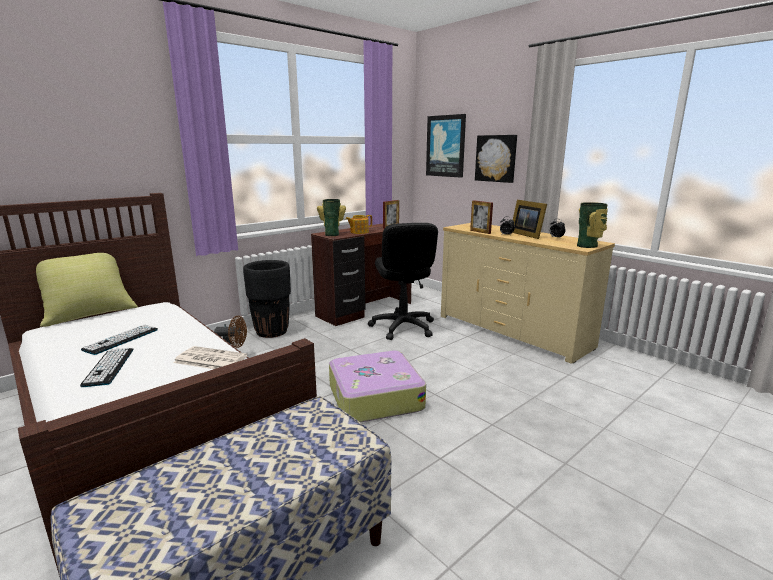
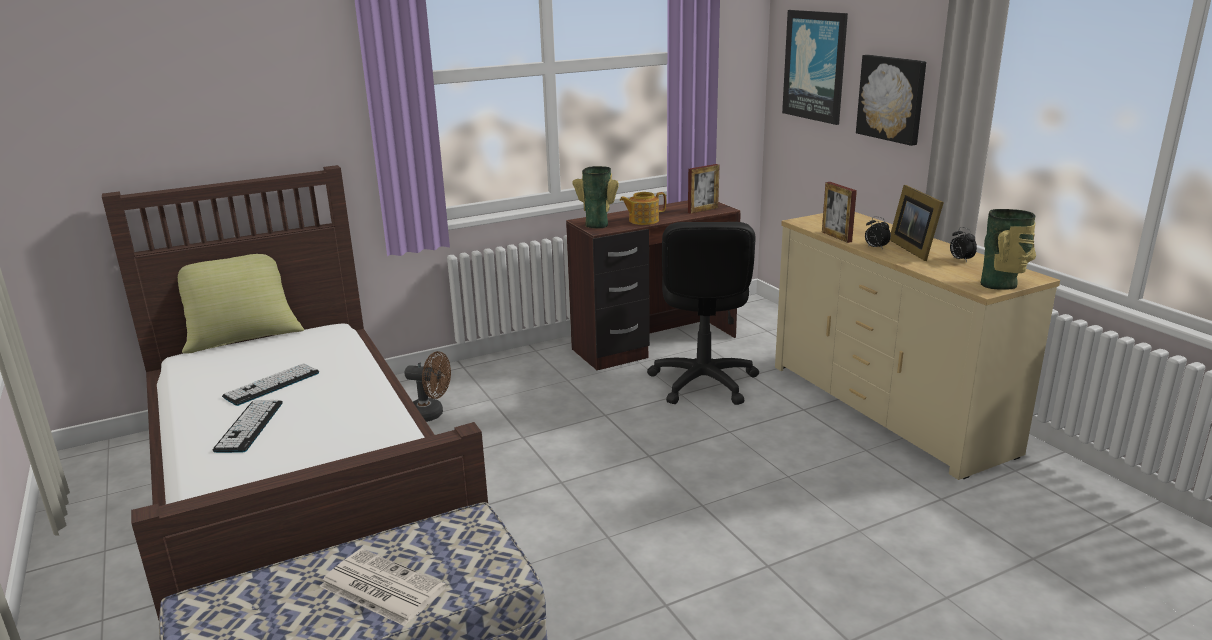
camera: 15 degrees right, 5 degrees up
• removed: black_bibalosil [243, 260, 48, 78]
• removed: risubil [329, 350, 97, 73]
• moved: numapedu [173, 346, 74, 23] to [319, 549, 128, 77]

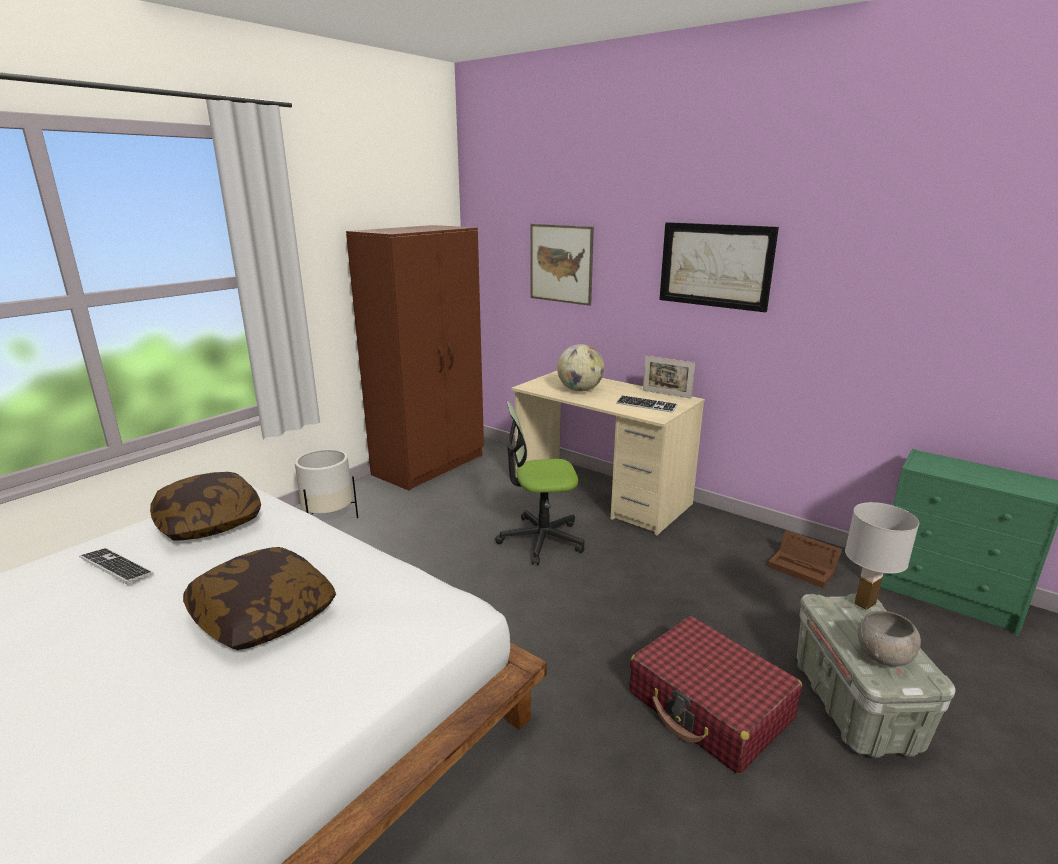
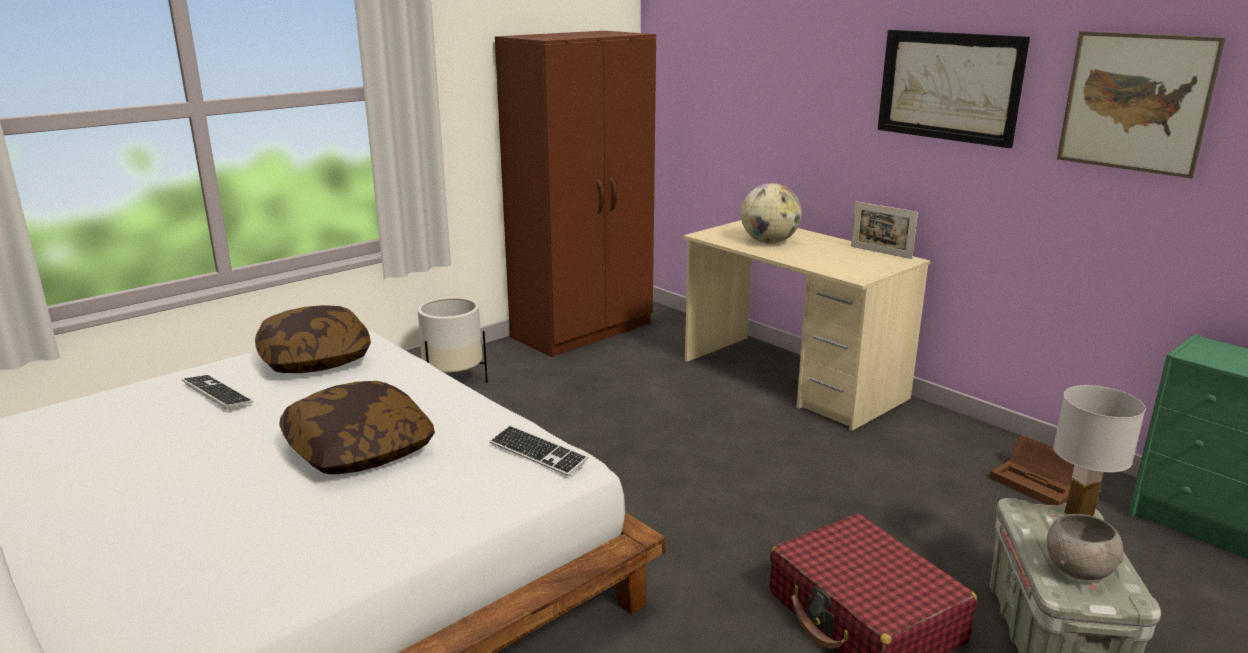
camera: 10 degrees right, 0 degrees up
• removed: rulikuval [495, 401, 90, 164]
• moved: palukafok [530, 224, 64, 82] to [1057, 31, 169, 147]
• moved: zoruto [616, 395, 62, 18] to [490, 425, 99, 51]

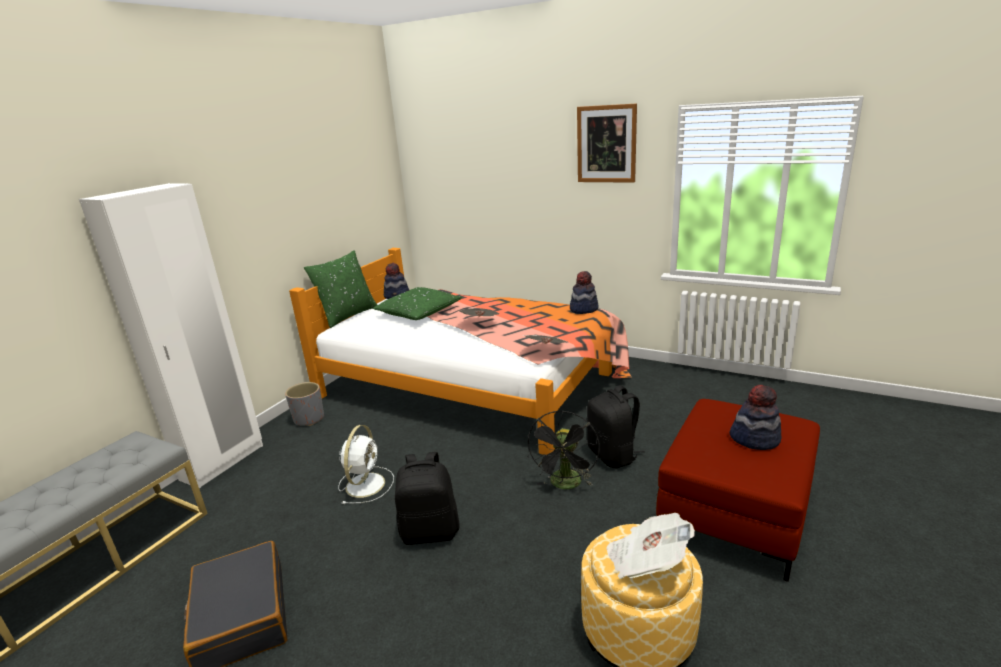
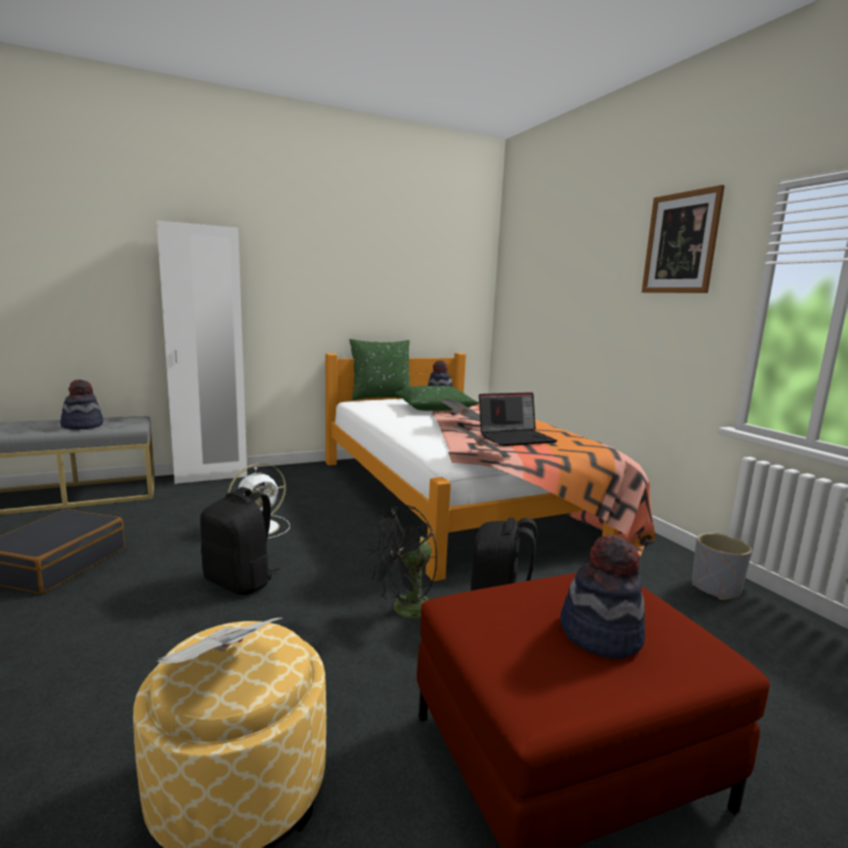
camera: 35 degrees right, 10 degrees down
• added: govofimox [479, 392, 79, 54]
• moved: grey_bibalosil [285, 382, 39, 44] to [692, 533, 60, 67]
• moved: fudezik [570, 271, 28, 43] to [60, 380, 43, 49]

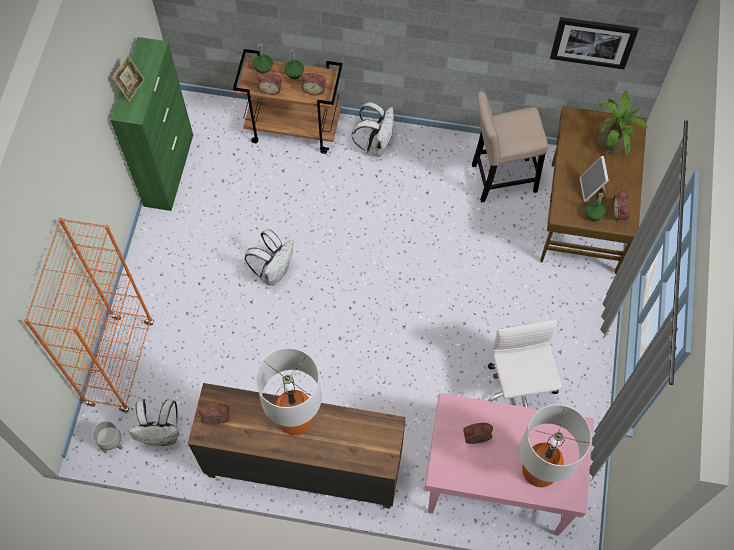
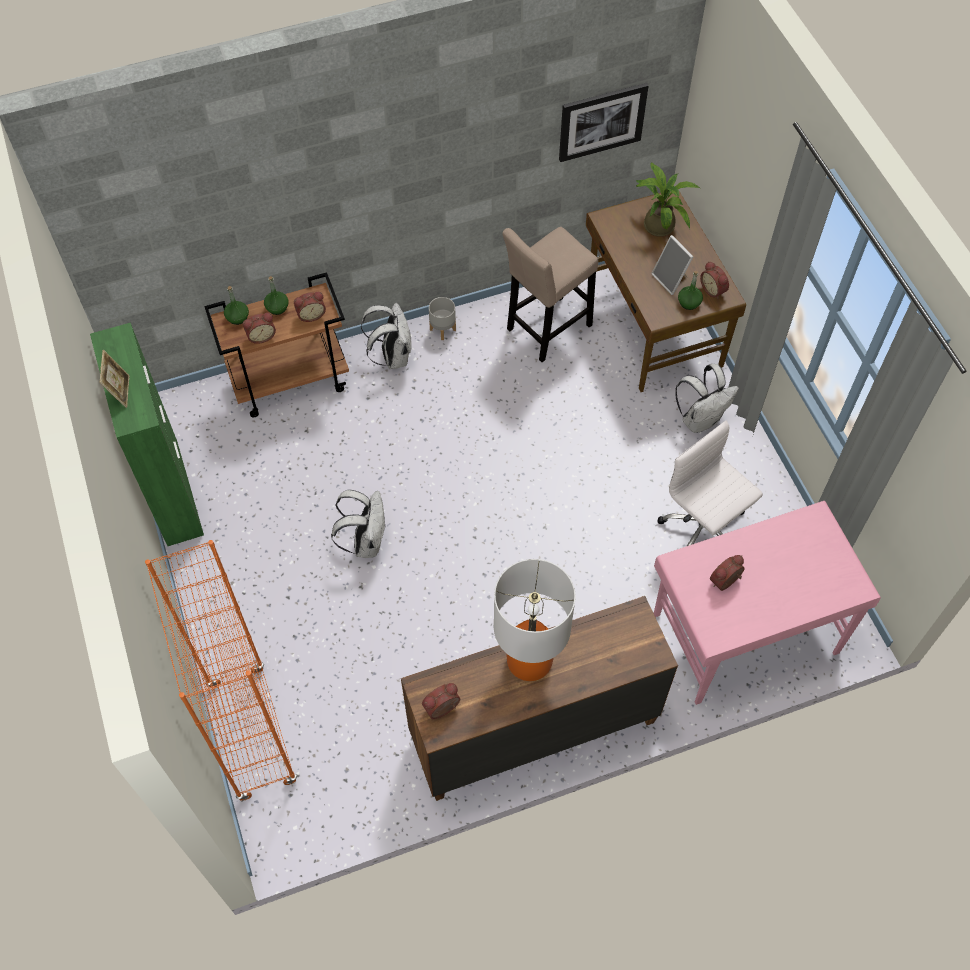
camera: 30 degrees left, 5 degrees down
• removed: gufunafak [520, 404, 72, 83]
• moved: grey_bibalosil [92, 421, 31, 32] to [429, 297, 27, 43]
• moved: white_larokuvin [129, 399, 50, 47] to [675, 364, 64, 69]

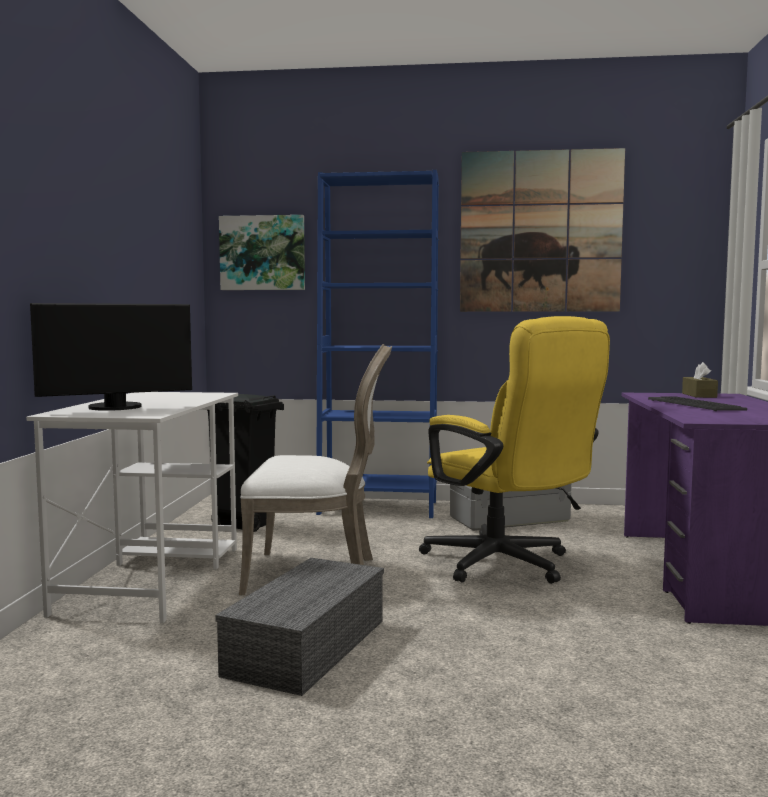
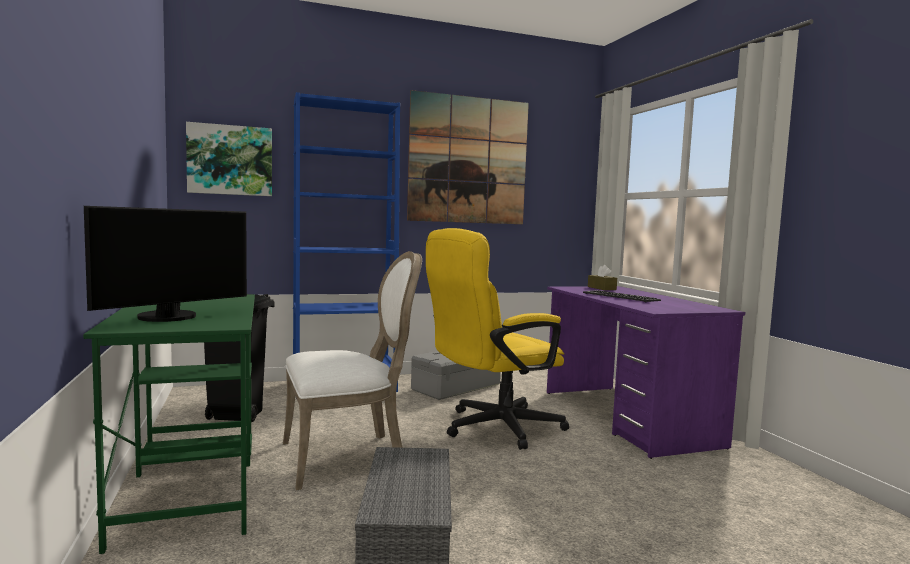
camera: 25 degrees left, 0 degrees up
• recoloured: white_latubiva [26, 392, 212, 231] to green_latubiva [83, 294, 172, 260]
• turned: yellow_rulikuval [419, 316, 191, 268] = [426, 228, 143, 222] 120 degrees clockwise

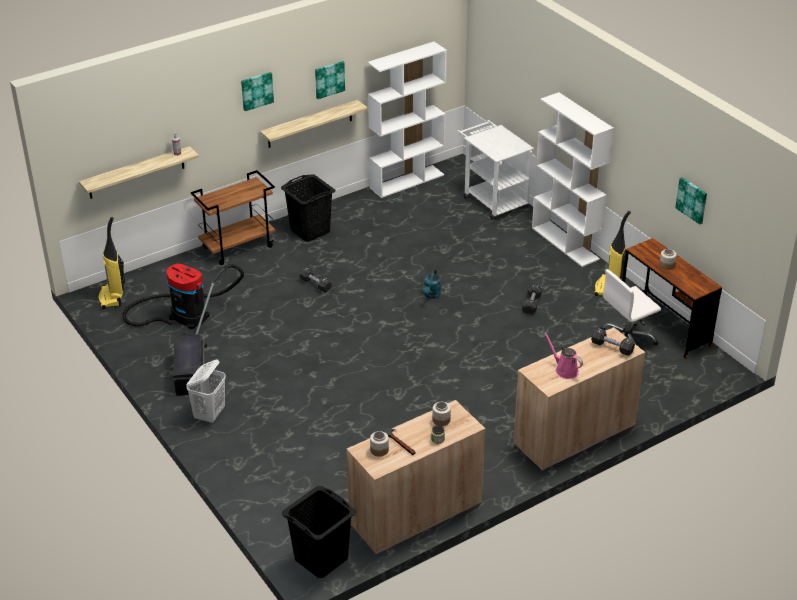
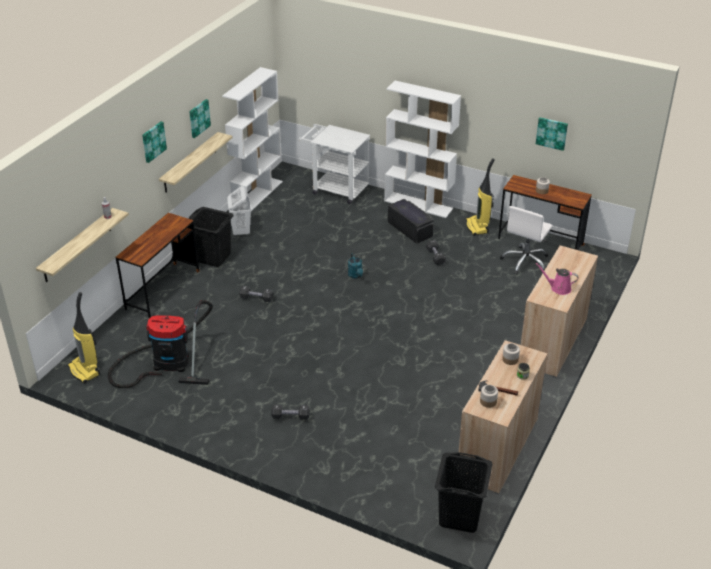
camera: 30 degrees left, 0 degrees up
• moved: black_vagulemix [173, 334, 31, 62] to [388, 199, 46, 45]
• moved: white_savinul [186, 360, 40, 63] to [227, 186, 24, 50]
• moved: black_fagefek [591, 328, 44, 28] to [271, 405, 39, 15]
• replaced: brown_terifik [191, 170, 84, 95] to brown_latubiva [116, 213, 84, 105]

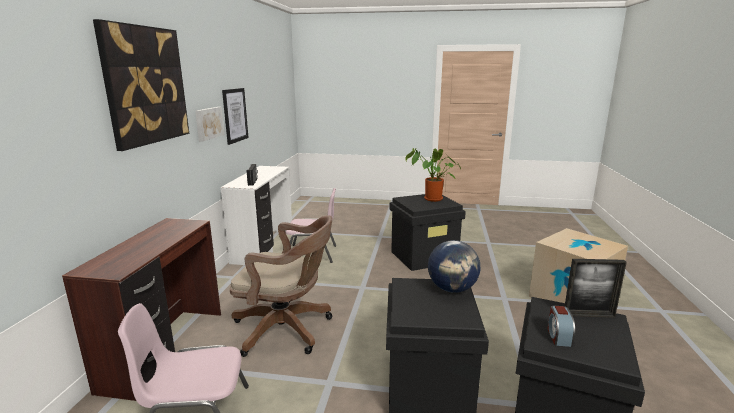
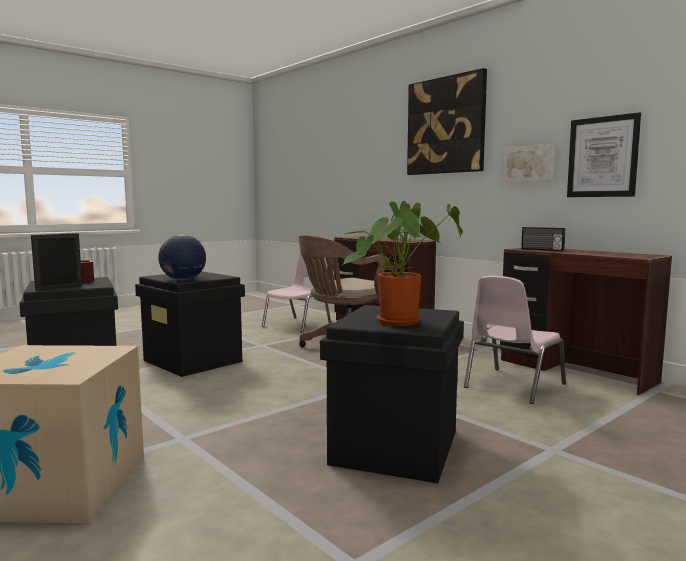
camera: 130 degrees right, 10 degrees down
• recoloured: white_latubiva [221, 166, 71, 99] to brown_latubiva [500, 248, 172, 147]

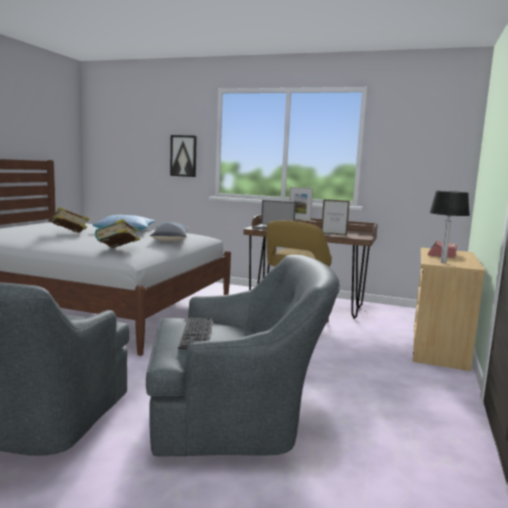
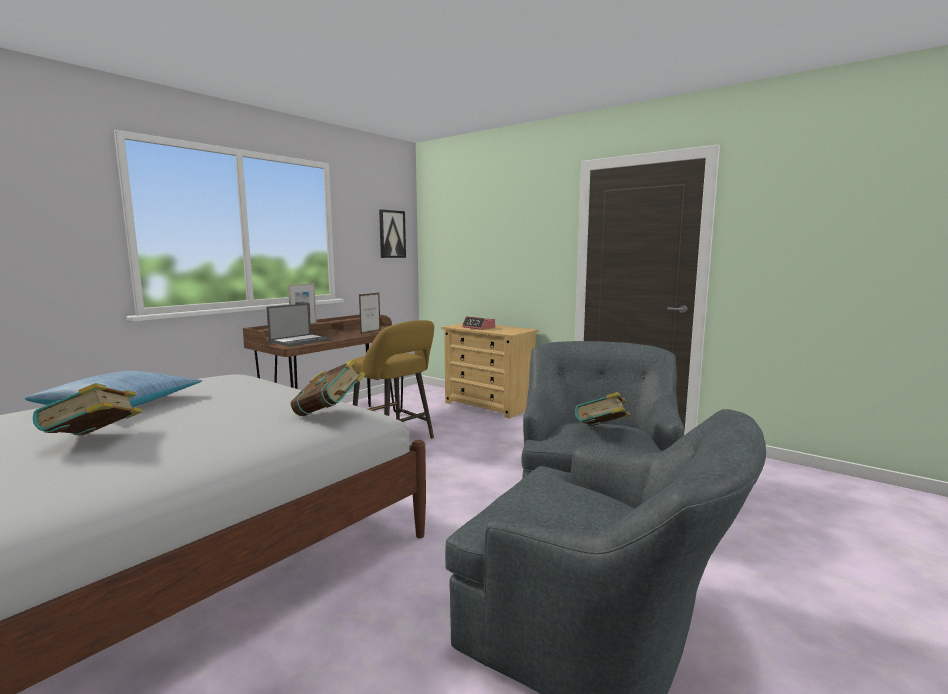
camera: 70 degrees left, 0 degrees up
• removed: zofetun [150, 222, 39, 19]
• removed: gufunafak [429, 191, 41, 72]
• moved: palukafok [170, 135, 27, 42] to [379, 209, 27, 49]
• replaced: zoruto [178, 318, 35, 31] to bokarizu [575, 392, 56, 34]

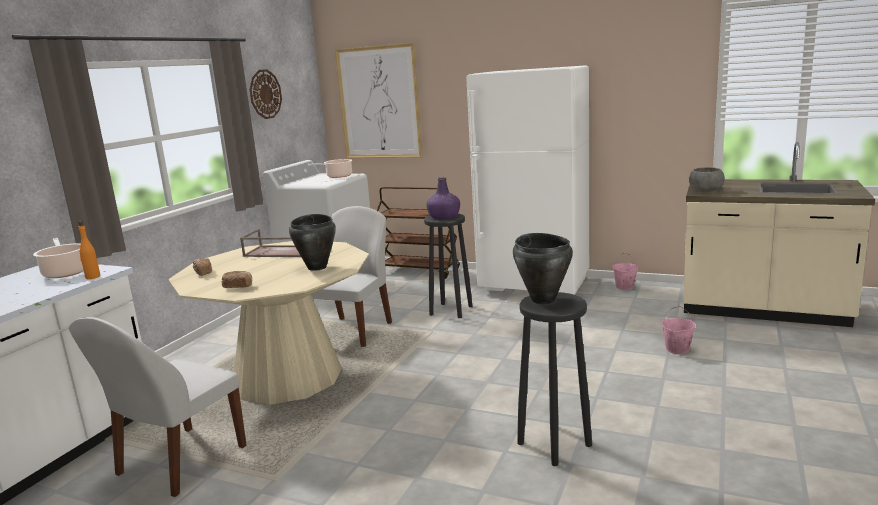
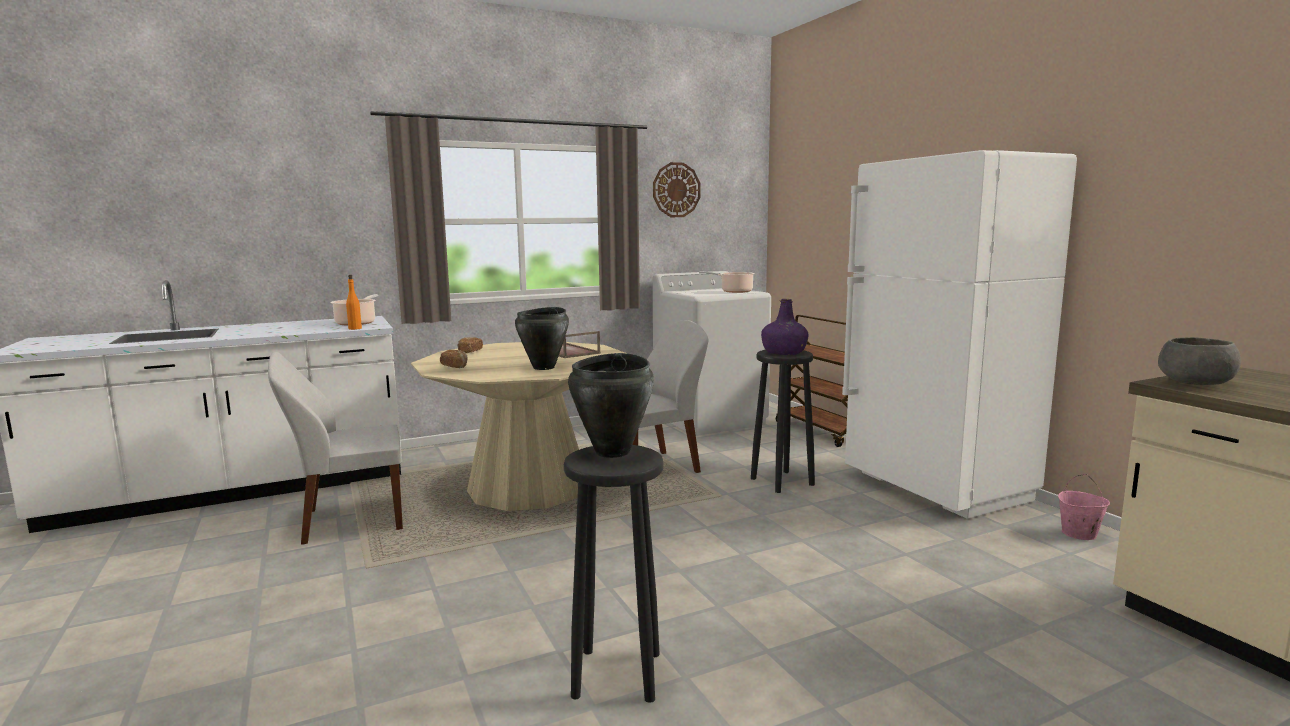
camera: 40 degrees right, 5 degrees down
• removed: palukafok [335, 43, 87, 115]
• removed: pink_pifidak [662, 306, 34, 48]

